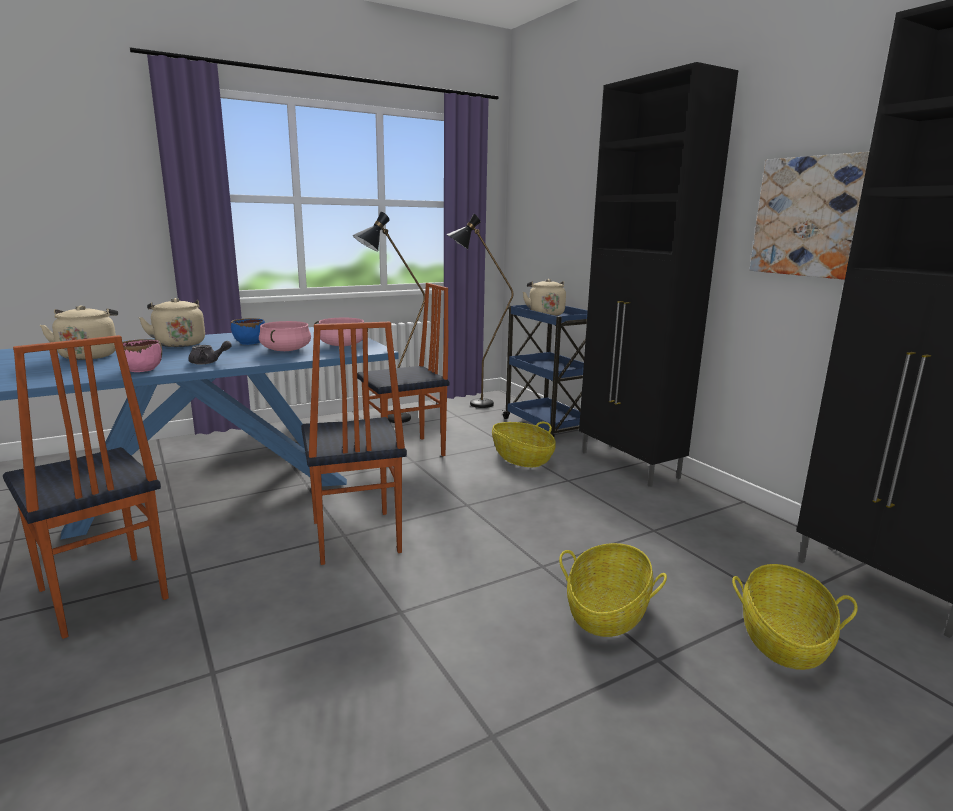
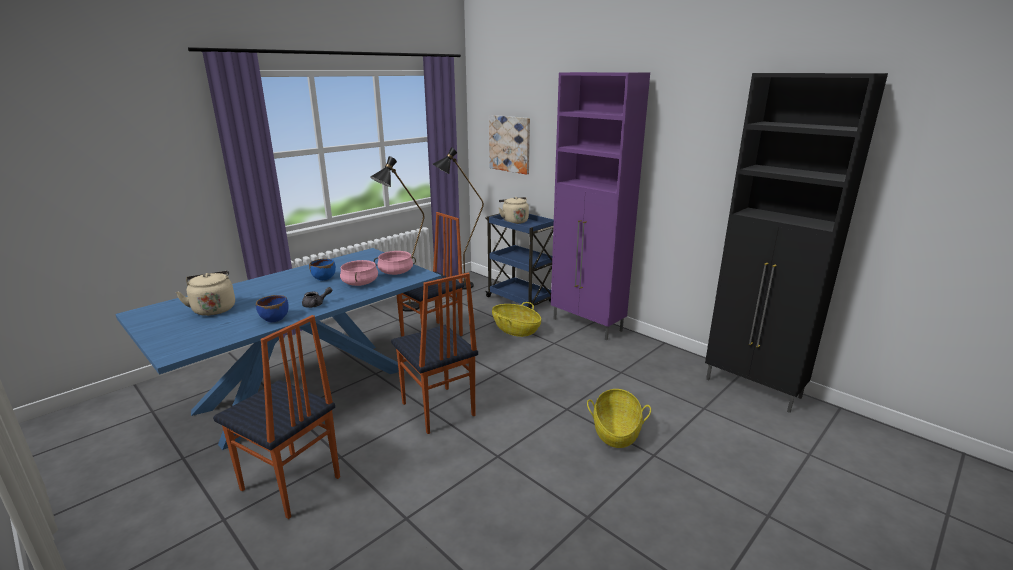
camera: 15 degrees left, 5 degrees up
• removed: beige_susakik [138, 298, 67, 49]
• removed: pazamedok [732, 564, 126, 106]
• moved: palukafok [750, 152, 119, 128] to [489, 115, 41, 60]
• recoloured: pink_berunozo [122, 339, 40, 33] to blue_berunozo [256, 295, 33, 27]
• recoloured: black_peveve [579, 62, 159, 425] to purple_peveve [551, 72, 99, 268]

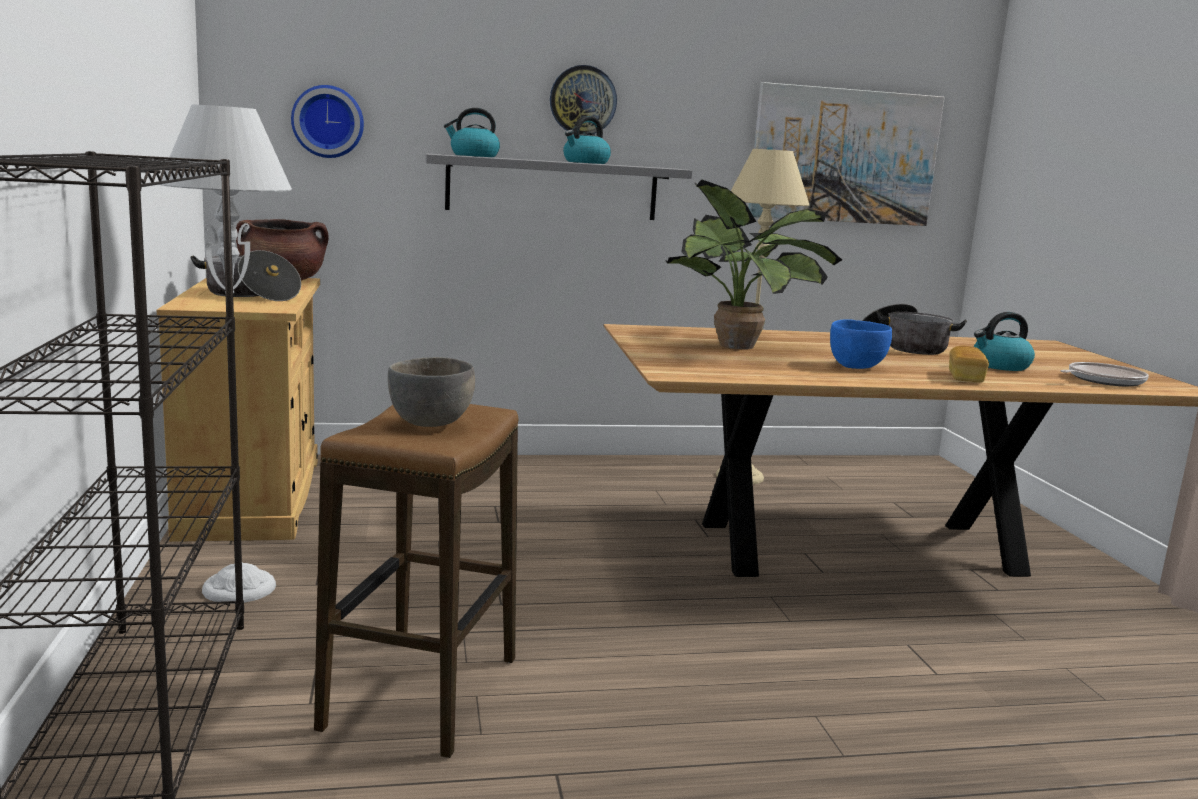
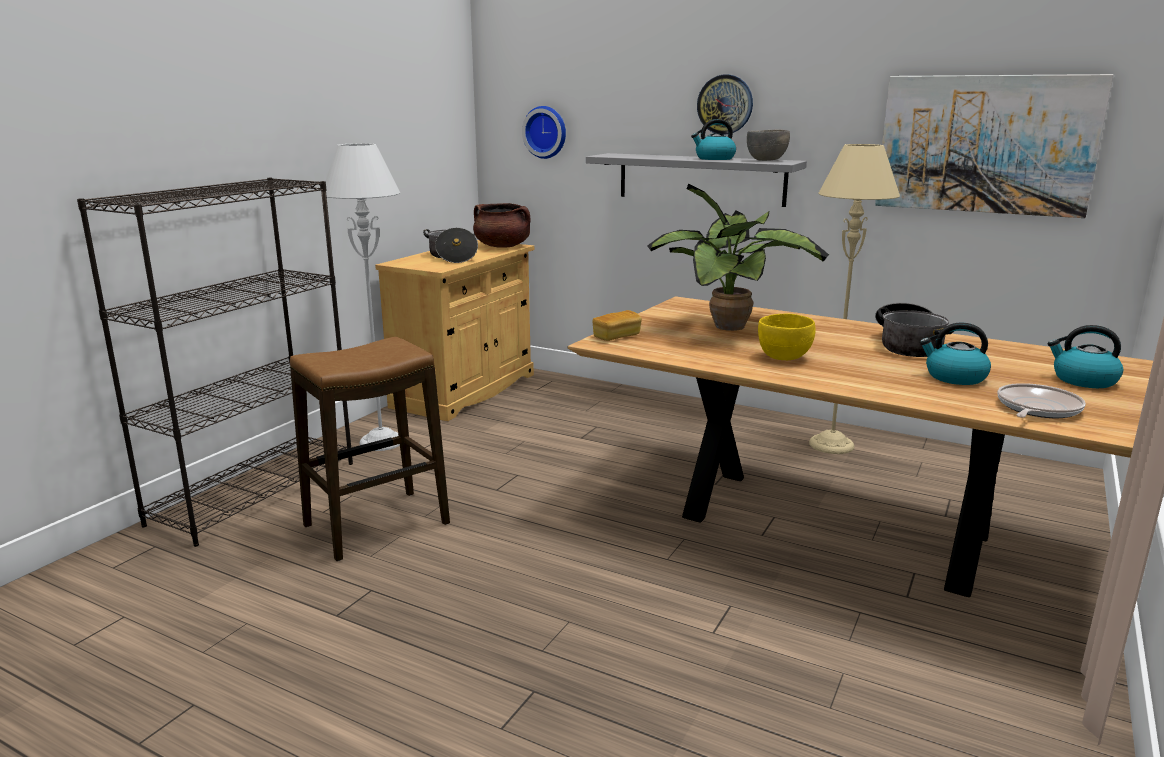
camera: 40 degrees right, 5 degrees up
• moved: grey_berunozo [388, 357, 87, 70] to [747, 130, 43, 31]
• moved: susakik [444, 108, 56, 49] to [1048, 325, 75, 63]
• moved: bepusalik [949, 346, 40, 37] to [592, 310, 50, 31]
• recoloured: blue_berunozo [830, 319, 62, 50] to yellow_berunozo [758, 313, 58, 47]
• turned: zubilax [1061, 362, 88, 24] = [998, 383, 88, 35] 60 degrees counterclockwise

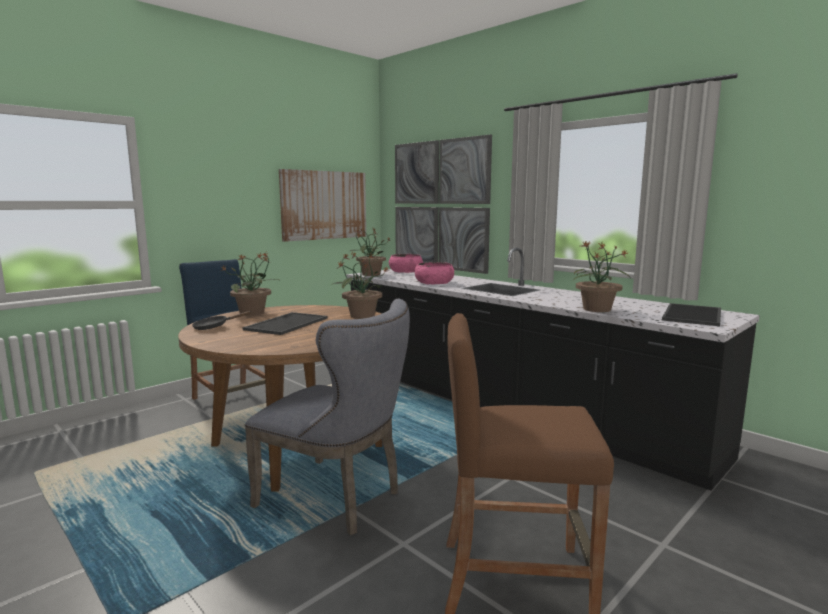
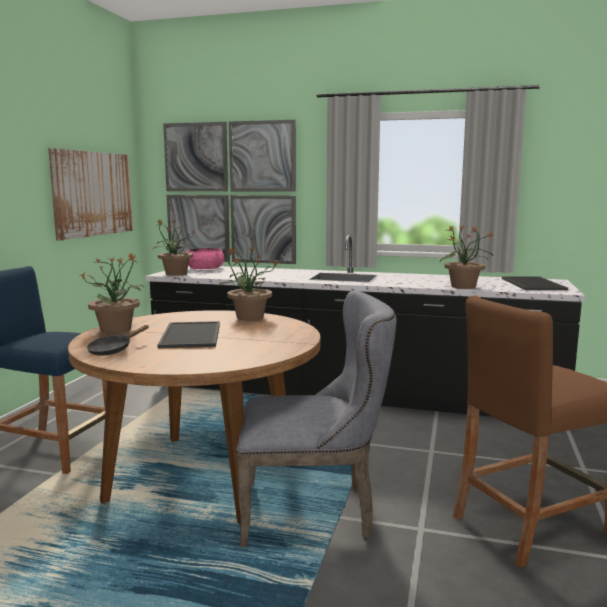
camera: 30 degrees left, 0 degrees up
• removed: pink_berunozo [415, 262, 39, 23]

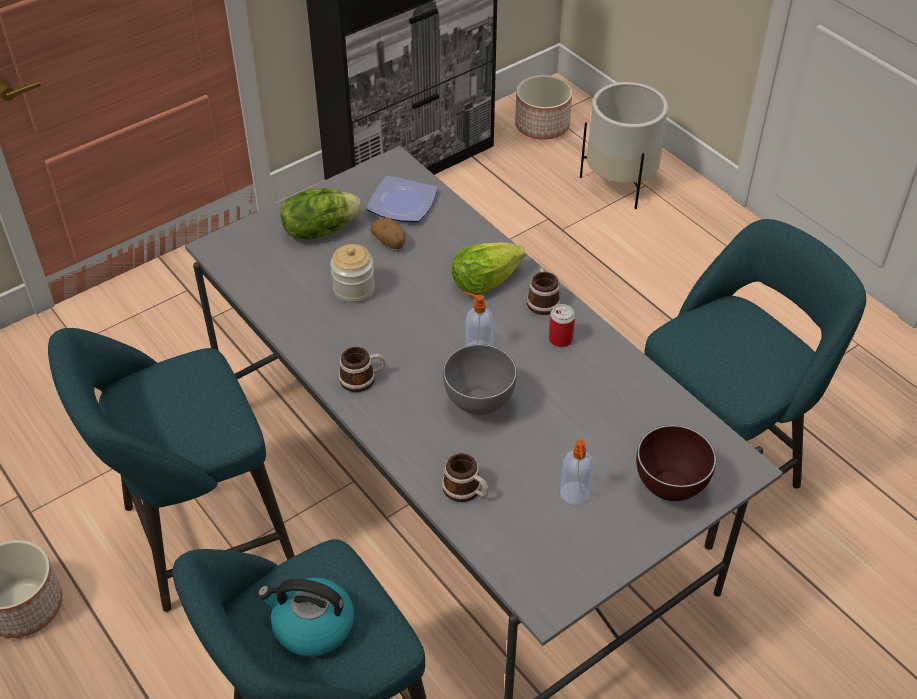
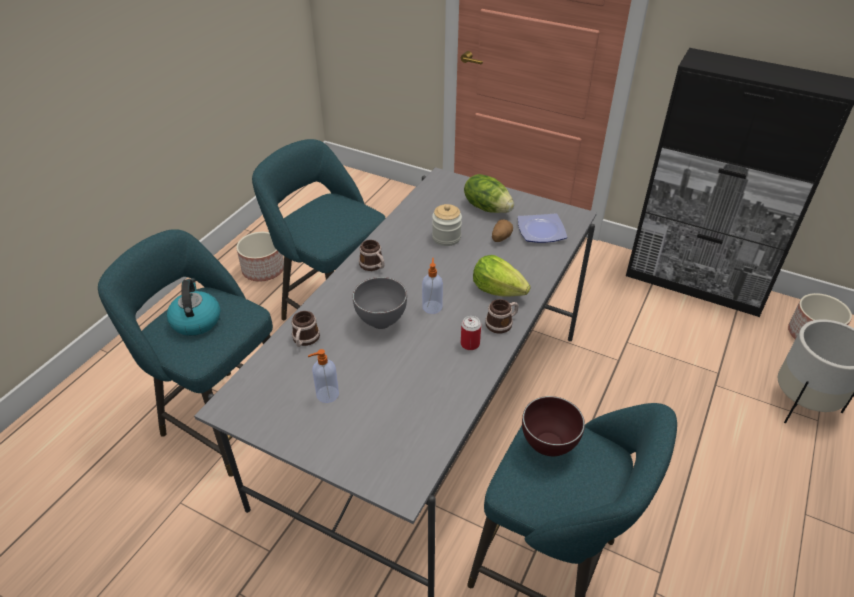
camera: 65 degrees right, 5 degrees down
• moved: brown_berunozo [636, 425, 80, 76] to [522, 396, 63, 60]

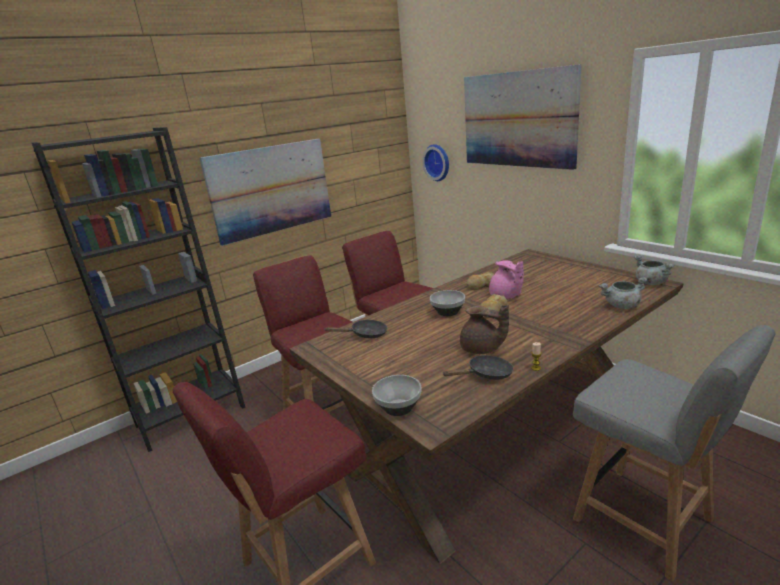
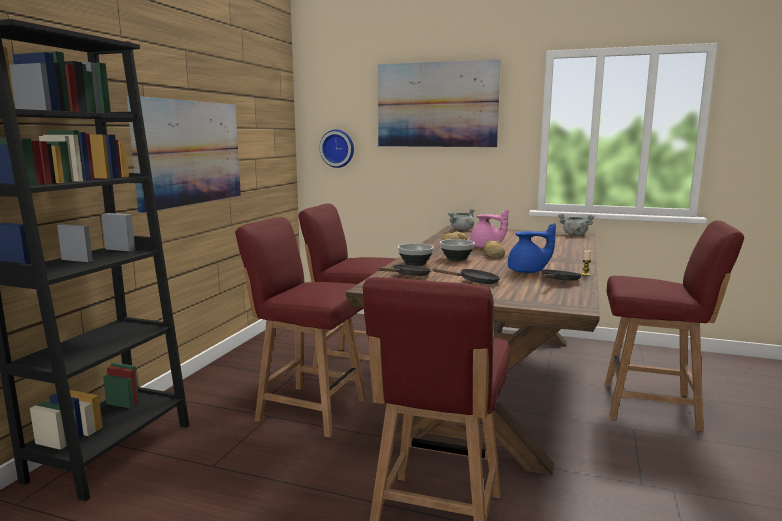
camera: 35 degrees left, 10 degrees down
• added: black_zubilax [433, 268, 67, 16]
• moved: berunozo [372, 375, 49, 41] to [398, 243, 36, 23]
• moved: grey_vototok [598, 277, 49, 32] to [448, 209, 27, 21]
• recoloured: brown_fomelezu [460, 305, 49, 49] to blue_fomelezu [508, 223, 48, 50]
• recoloured: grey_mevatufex [573, 325, 202, 257] to red_mevatufex [605, 220, 139, 211]

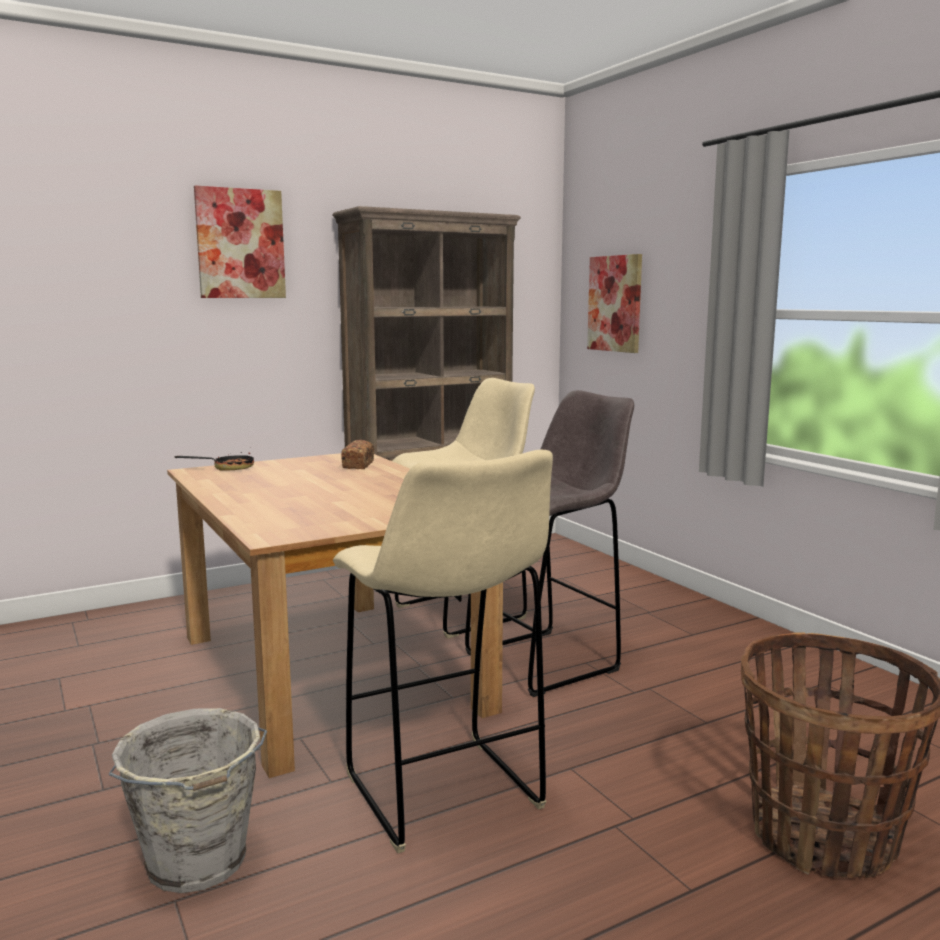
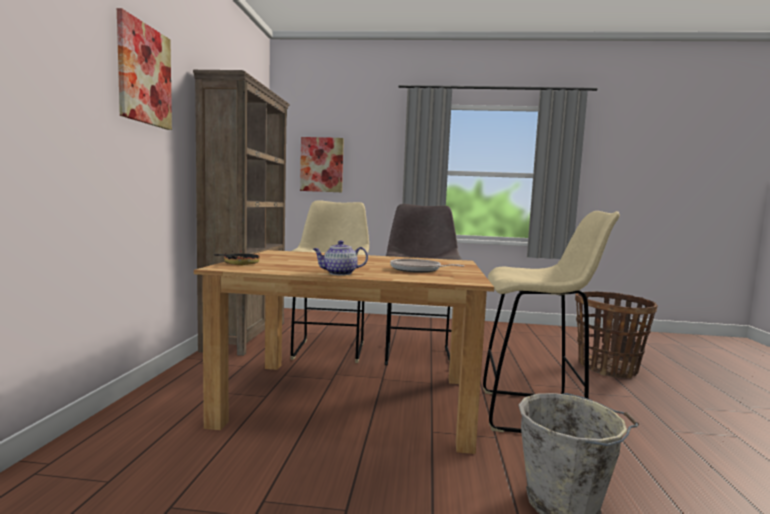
camera: 55 degrees left, 5 degrees down
• removed: bepusalik [341, 440, 34, 29]
• added: fomelezu [313, 240, 55, 35]
• added: zubilax [390, 259, 74, 14]

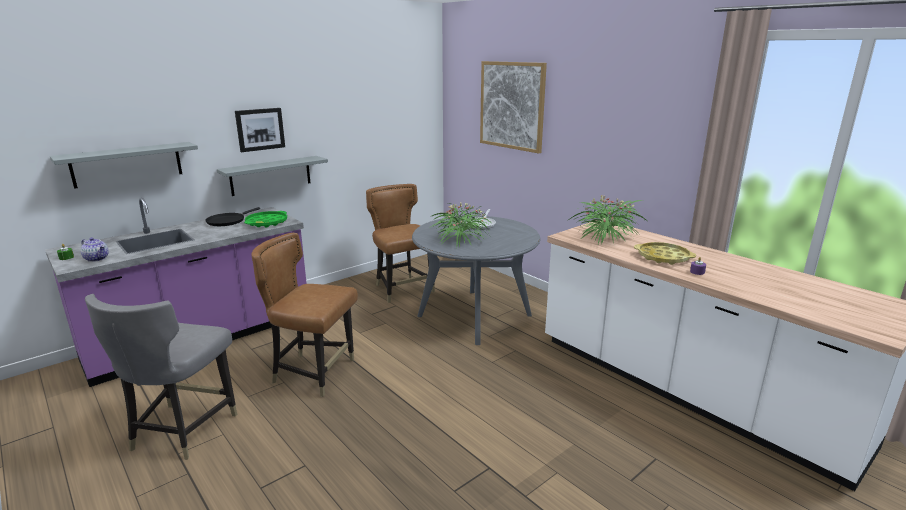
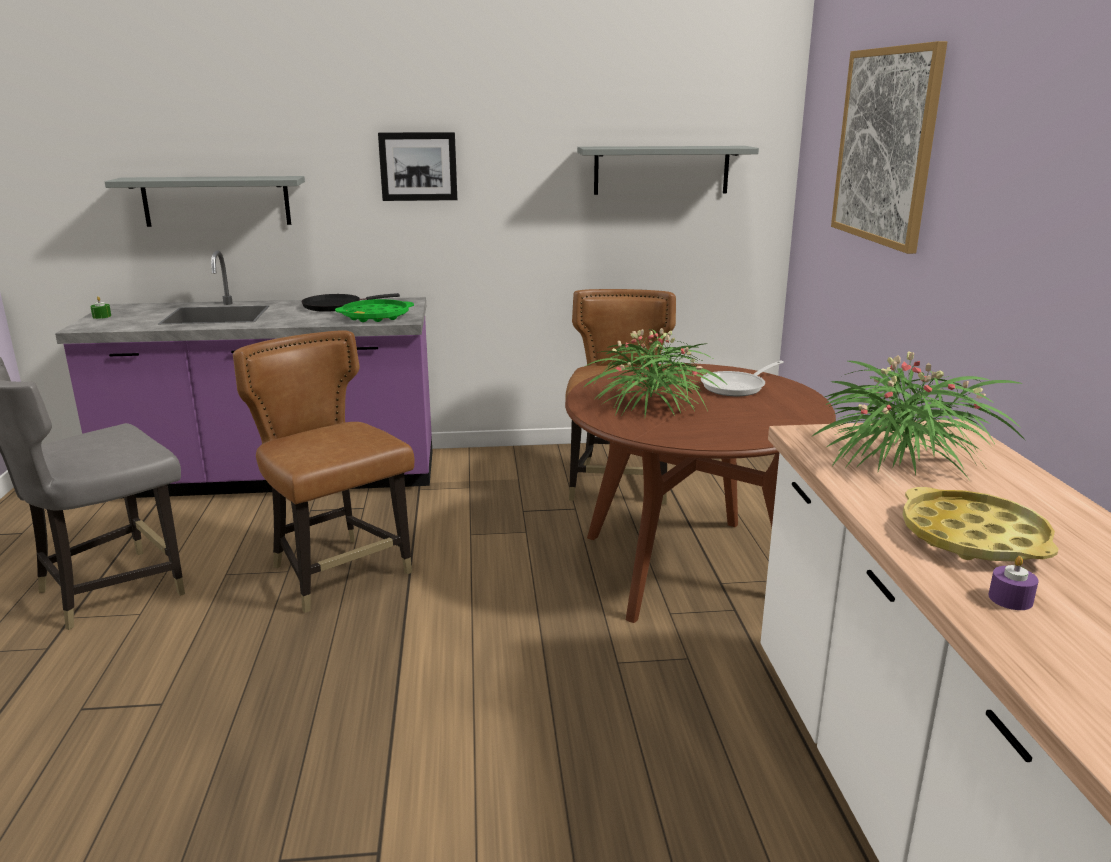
camera: 35 degrees right, 0 degrees up
• removed: fomelezu [80, 237, 29, 25]
• moved: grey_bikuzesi [217, 156, 111, 40] to [577, 146, 182, 49]
• recoloured: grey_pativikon [412, 216, 128, 129] to brown_pativikon [565, 363, 271, 260]

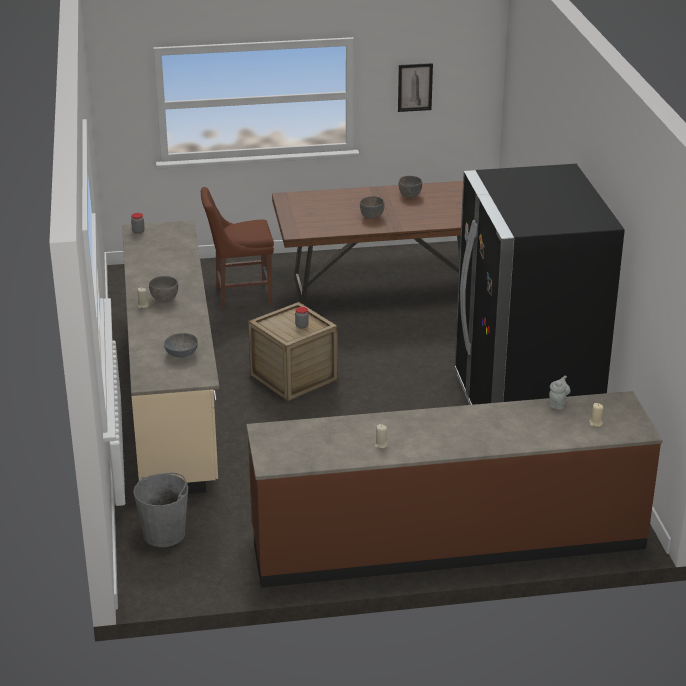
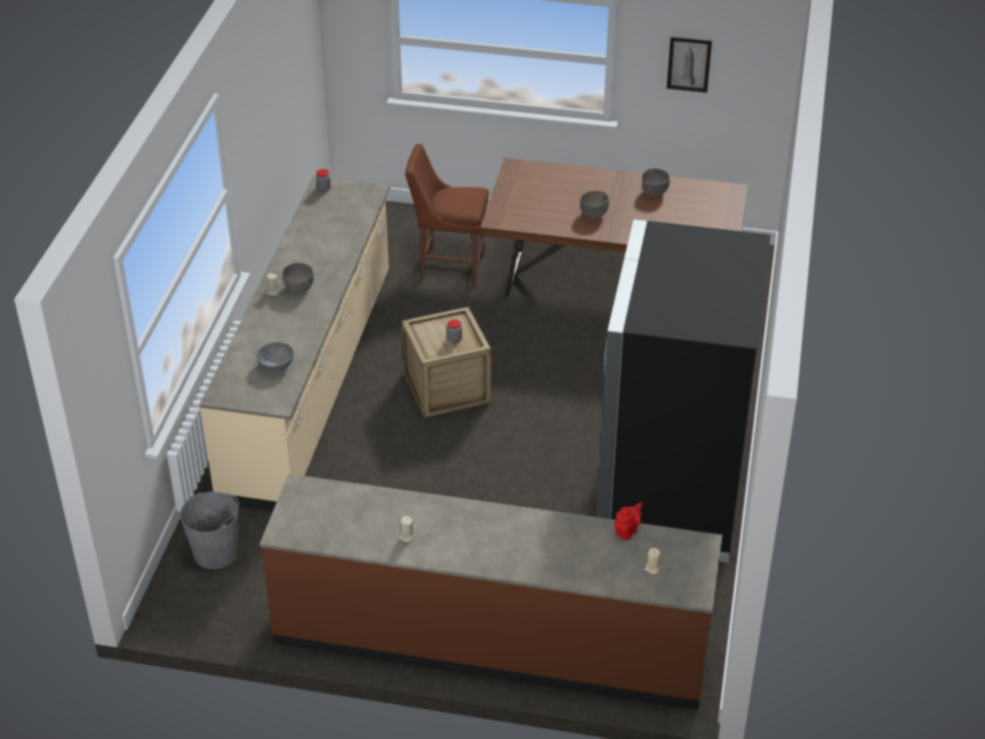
camera: 20 degrees right, 10 degrees up
• recoloured: grey_fomelezu [549, 375, 21, 35] to red_fomelezu [615, 502, 28, 38]

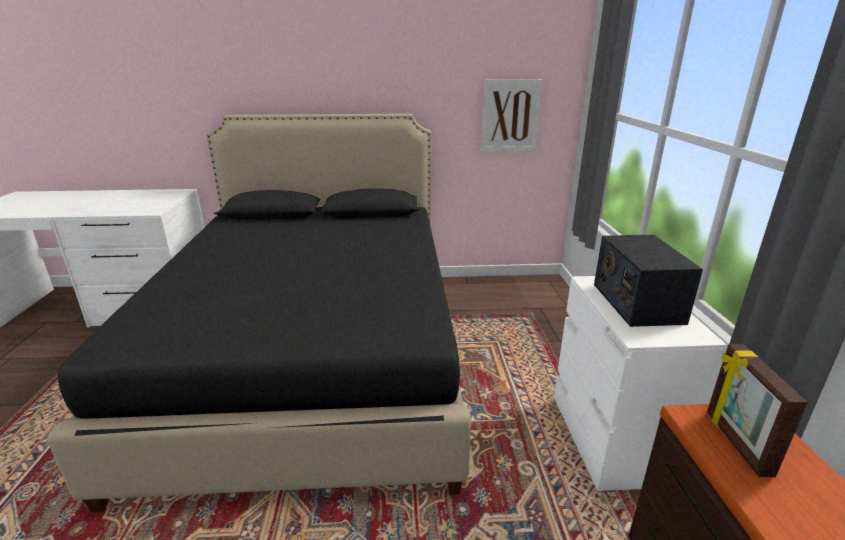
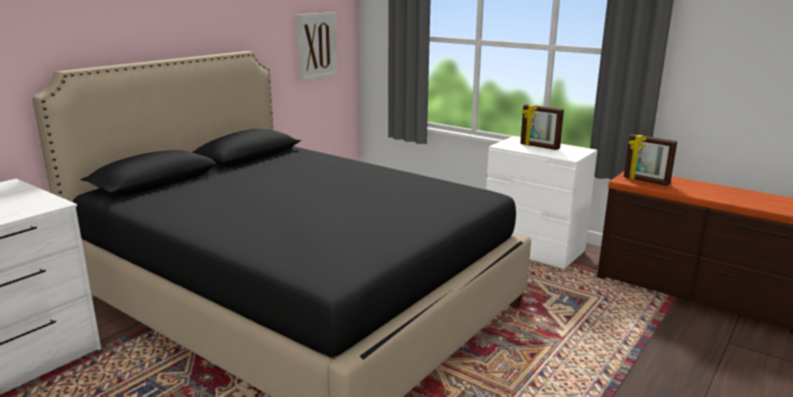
camera: 50 degrees left, 5 degrees down
• replaced: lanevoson [594, 235, 109, 92] to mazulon [520, 104, 44, 46]

